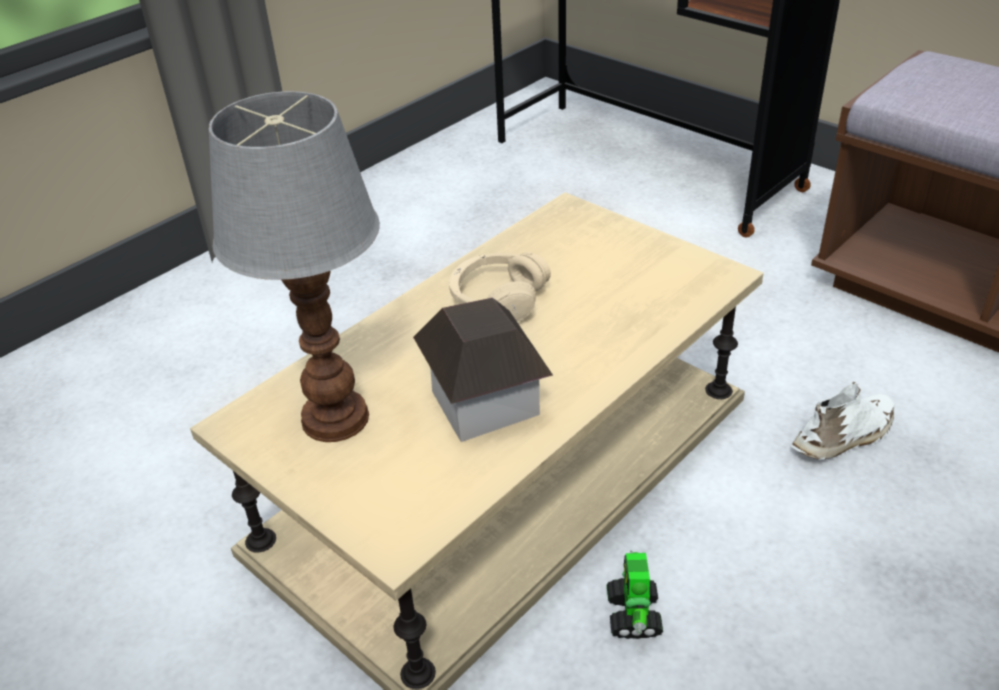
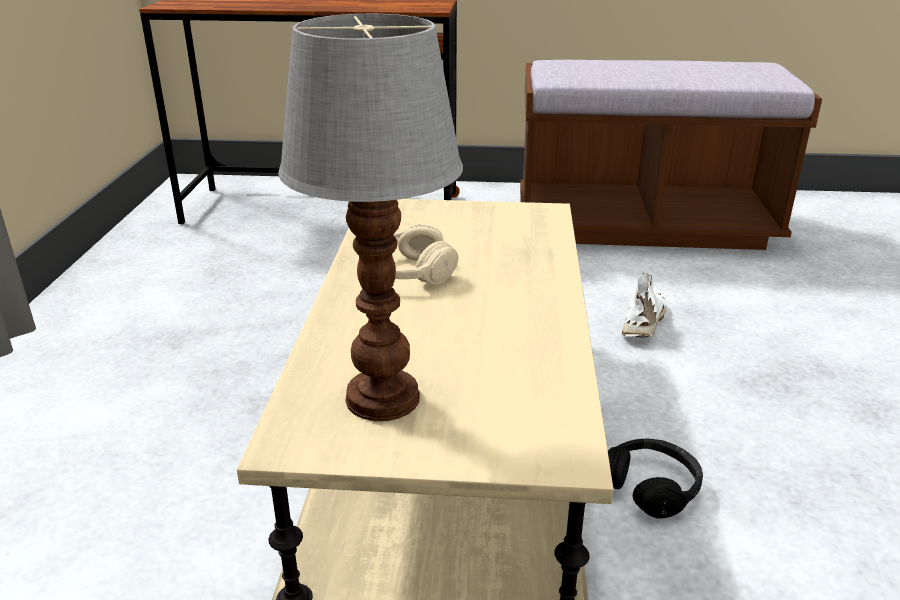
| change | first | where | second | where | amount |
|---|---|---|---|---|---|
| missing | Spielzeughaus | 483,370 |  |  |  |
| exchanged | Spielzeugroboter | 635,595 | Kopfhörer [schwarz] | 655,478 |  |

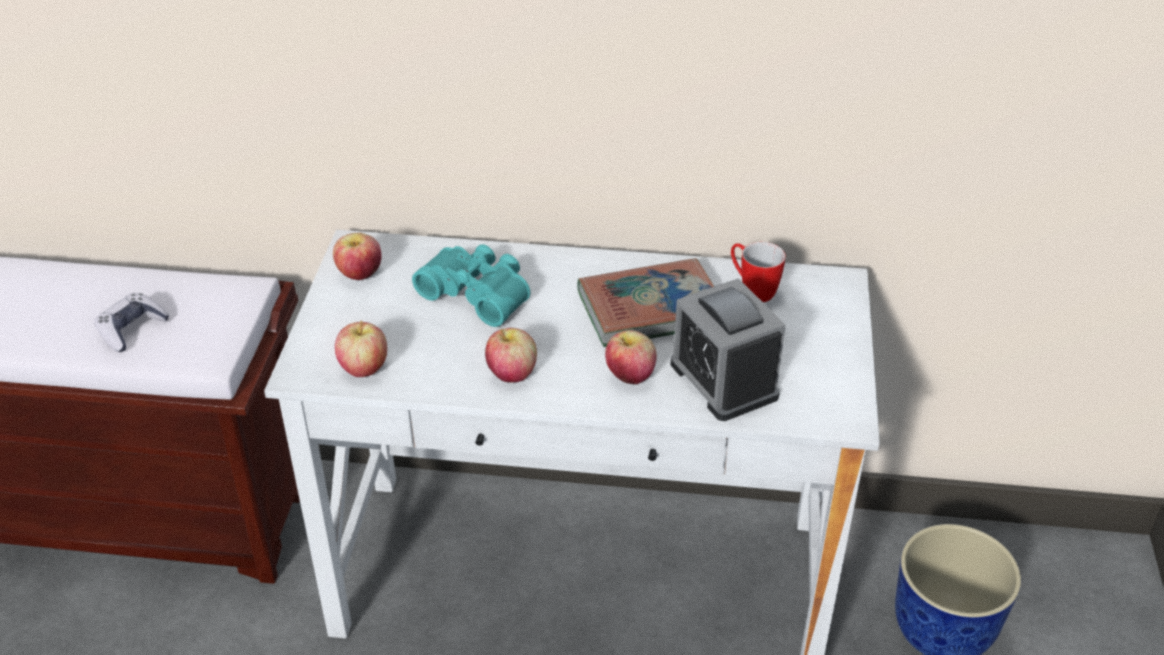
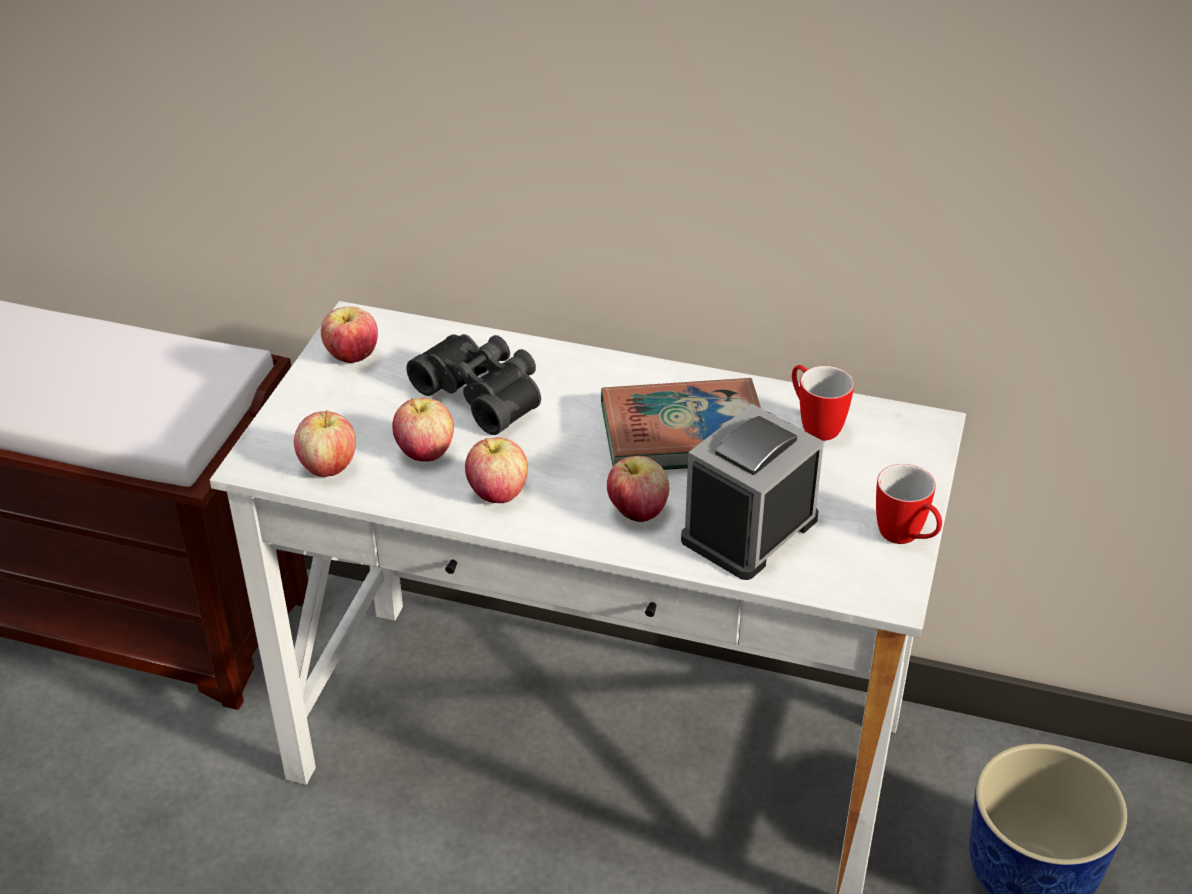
| change | first | where | second | where | amount |
|---|---|---|---|---|---|
| colour | Fernglas [türkis] | 471,285 | Fernglas [schwarz] | 473,384 |  |
| spun | Wecker | 728,349 |  | 752,492 | 60 degrees clockwise |
| missing | Gamepad | 132,322 |  |  |  |
| appeared |  |  | Apfel | 423,430 |  |
| appeared |  |  | Henkelbecher | 909,504 |  |

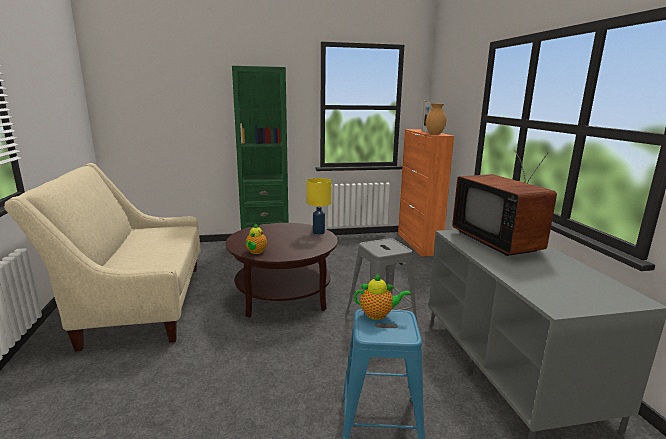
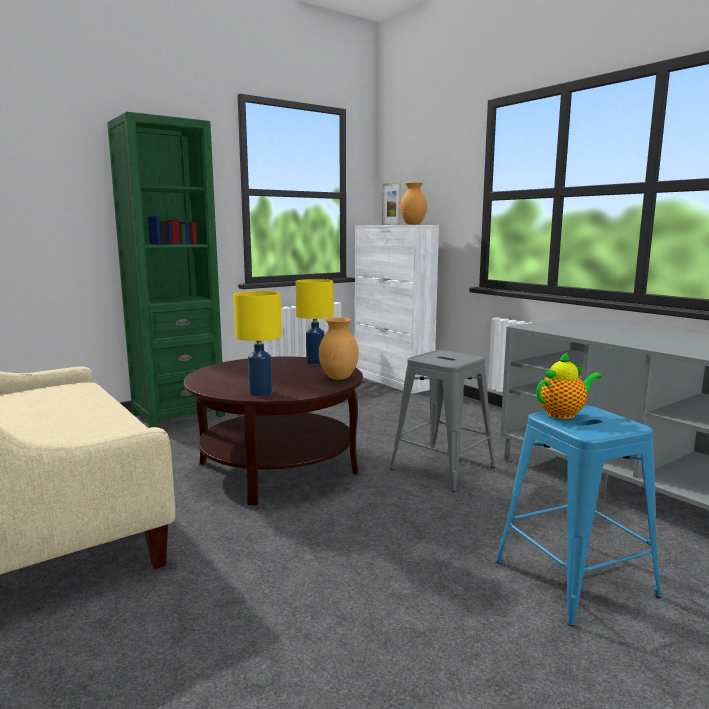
| change | first | where | second | where | amount |
|---|---|---|---|---|---|
| colour | Schrank [orange] | 426,193 | Schrank [weiß] | 397,309 |  |
| missing | Fernseher | 504,203 |  |  |  |
| exchanged | Teekanne | 256,238 | Tischlampe [gelb] | 257,343 |  |
| appeared |  |  | Vase [braun] | 339,349 |  |

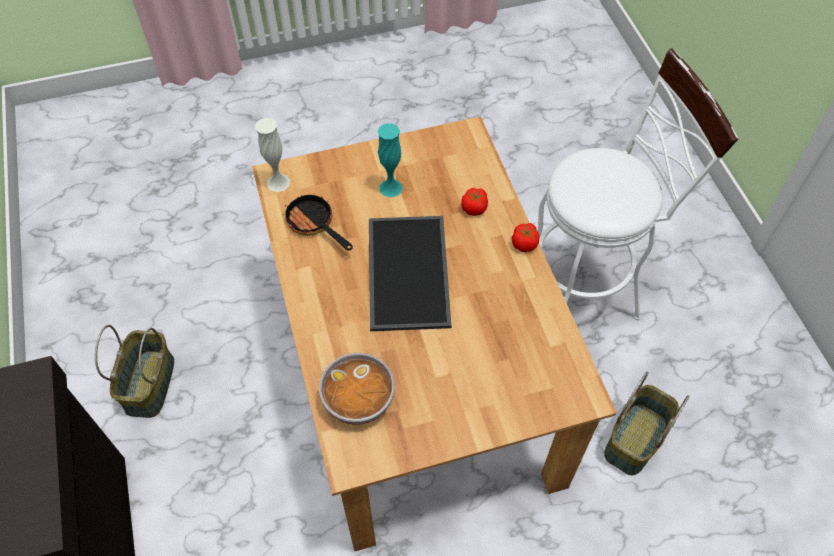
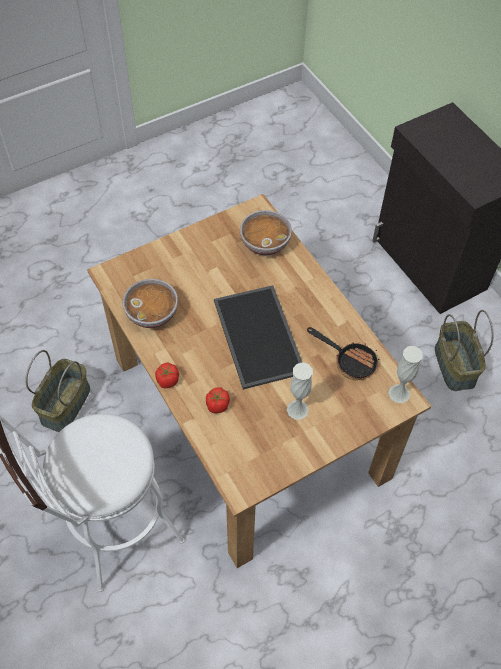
| change | first | where | second | where | amount |
|---|---|---|---|---|---|
| colour | Vase [türkis] | 390,160 | Vase [weiß] | 300,390 |  |
| appeared |  |  | Schüssel | 150,303 |  |

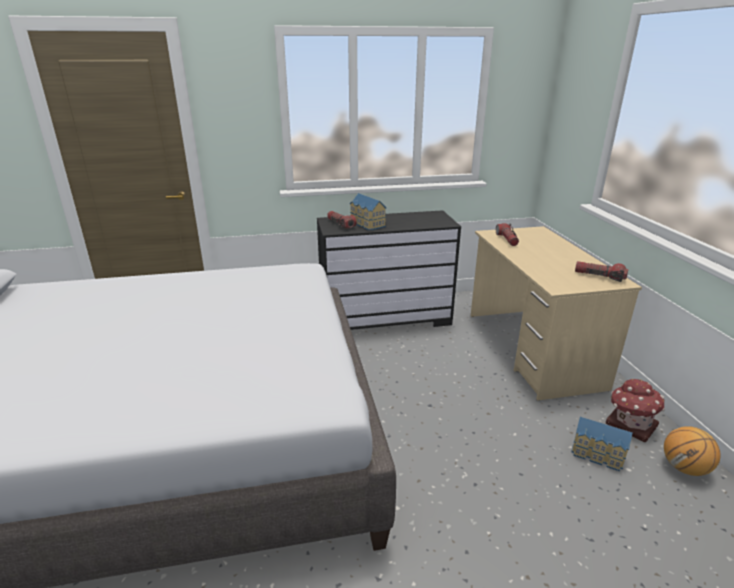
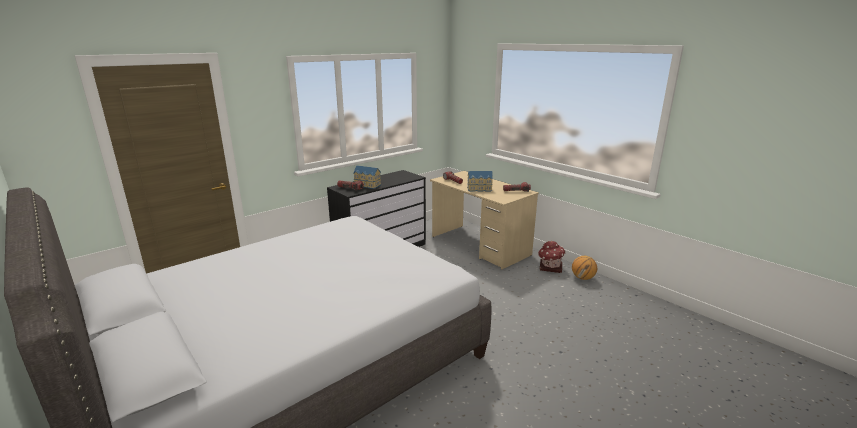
| change | first | where | second | where | amount |
|---|---|---|---|---|---|
| relocated | Spielzeughaus | 602,444 |  | 480,181 |  |

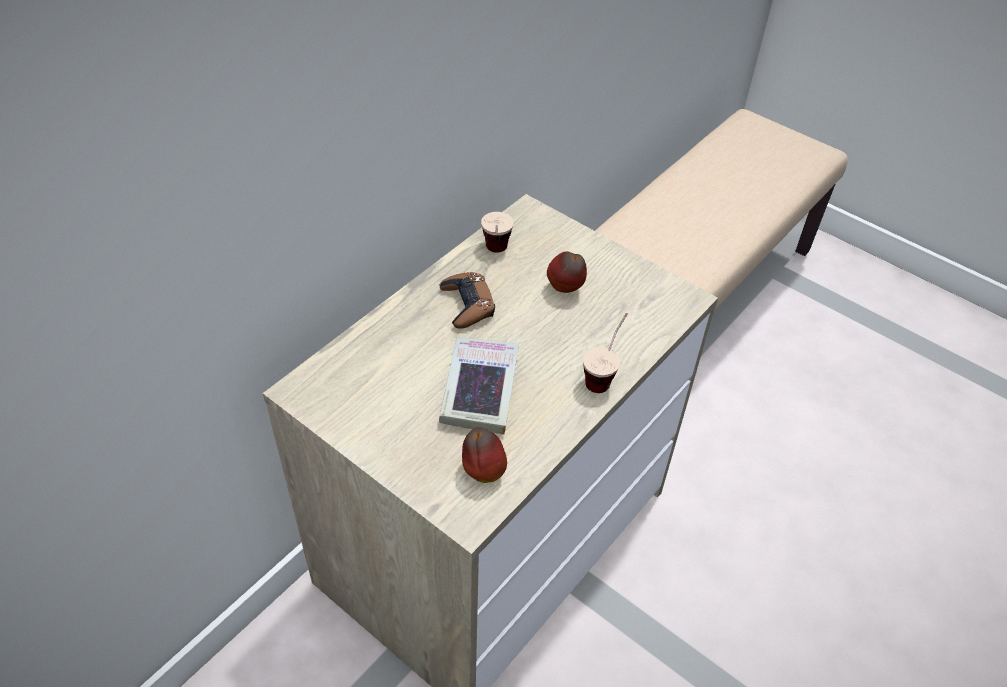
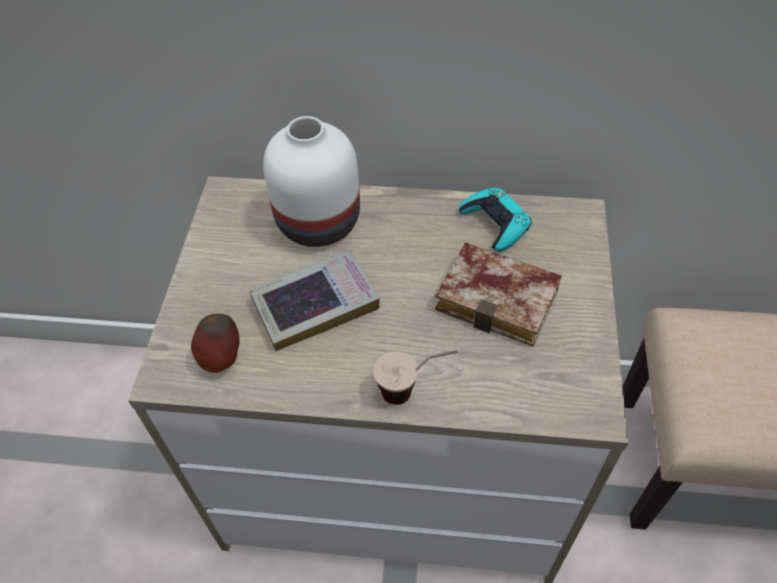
| change | first | where | second | where | amount |
|---|---|---|---|---|---|
| exchanged | Tasse | 497,232 | Gamepad [türkis] | 495,220 |  |
| exchanged | Apfel | 567,272 | Buch | 498,294 |  |
| missing | Gamepad [braun] | 467,300 |  |  |  |
| appeared |  |  | Vase [weiß] | 311,181 |  |

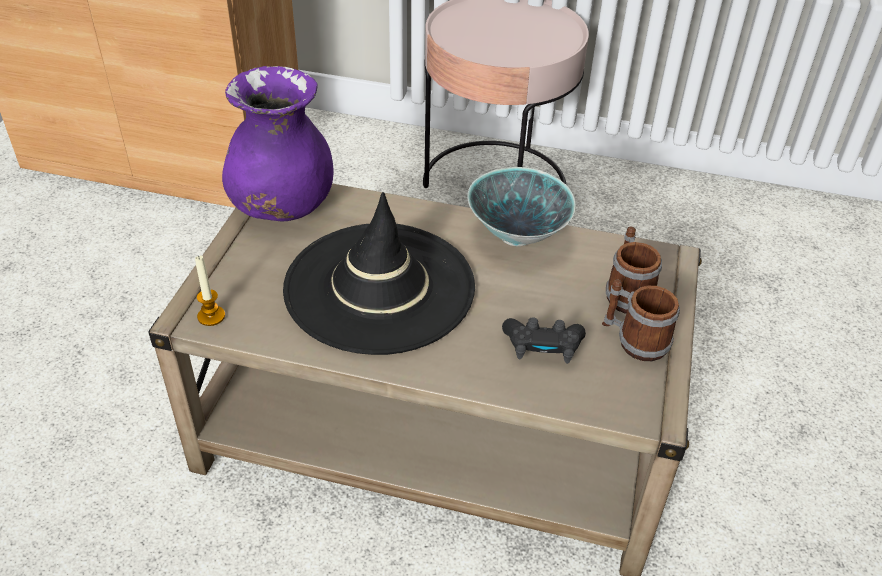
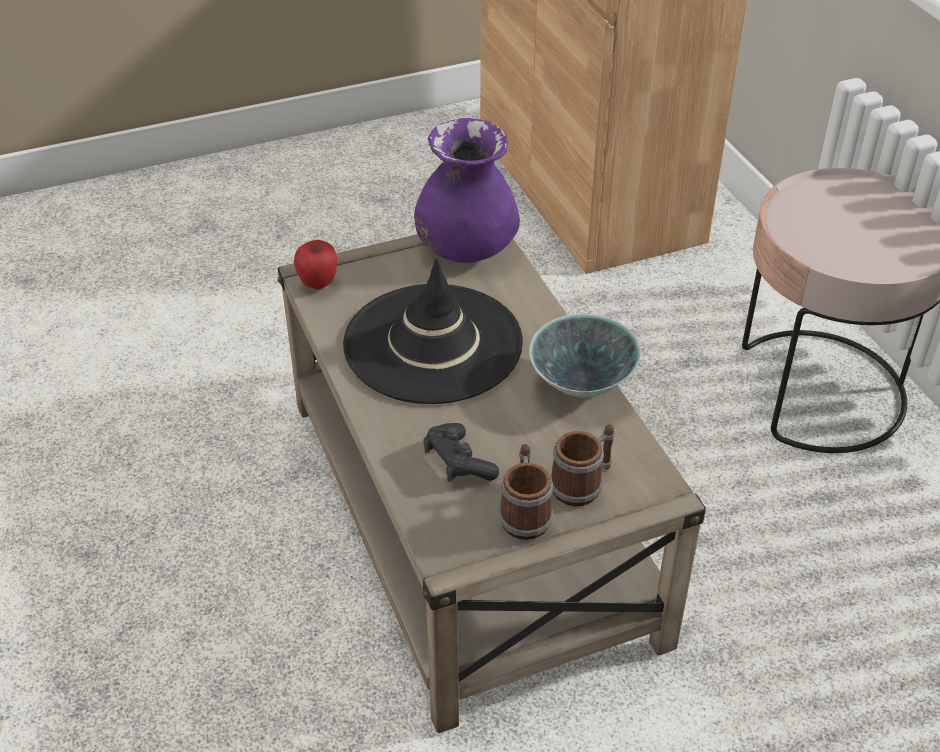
| change | first | where | second | where | amount |
|---|---|---|---|---|---|
| exchanged | Kerze | 210,290 | Apfel | 315,264 |  |

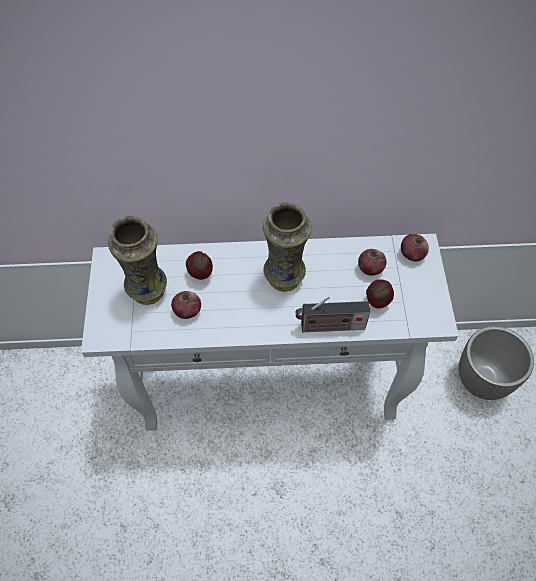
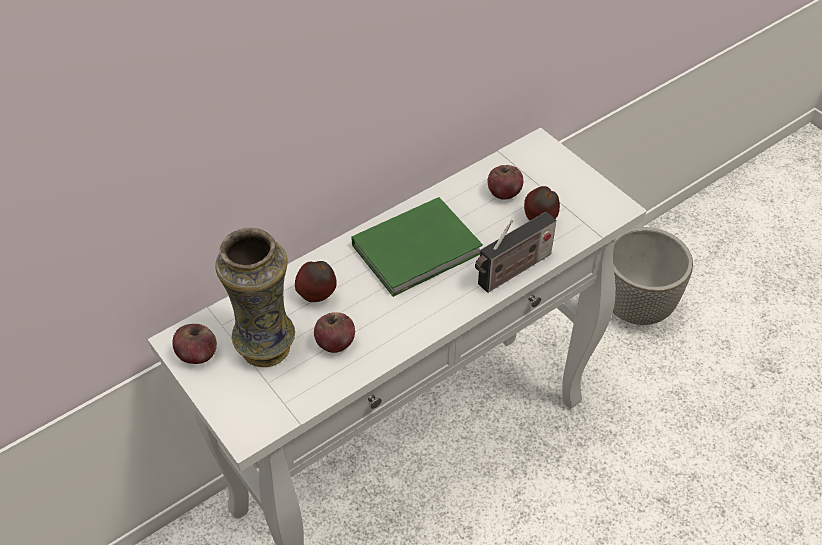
| change | first | where | second | where | amount |
|---|---|---|---|---|---|
| exchanged | Vase | 287,247 | Buch [grün] | 417,247 |  |
| relocated | Apfel | 415,247 |  | 194,344 |  |

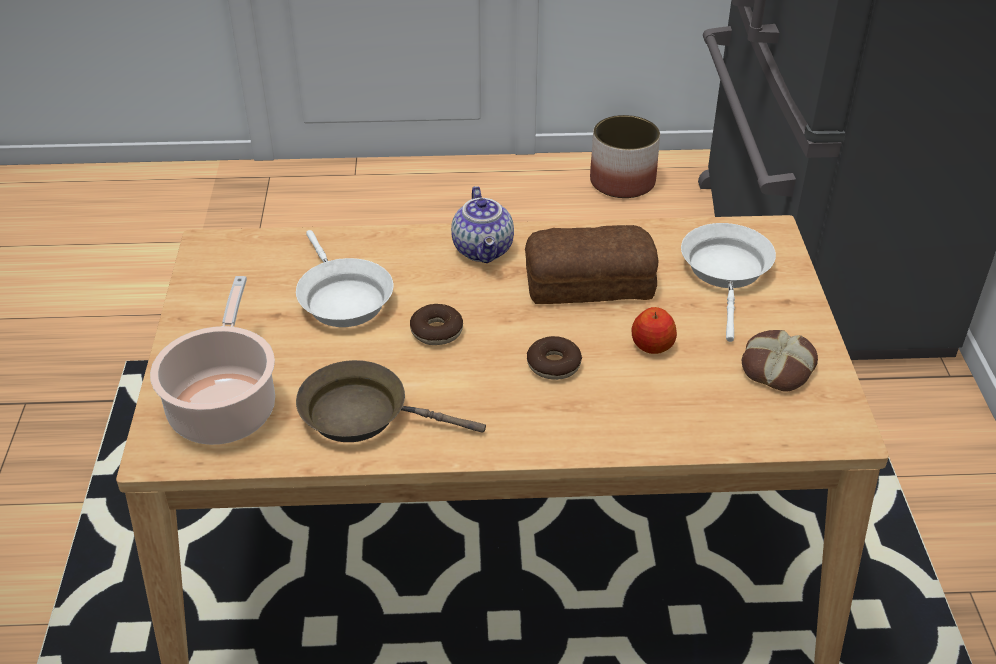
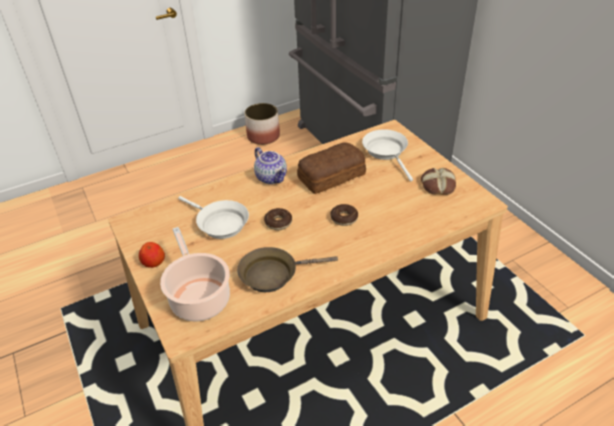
| change | first | where | second | where | amount |
|---|---|---|---|---|---|
| relocated | Apfel | 654,330 |  | 152,255 |  |

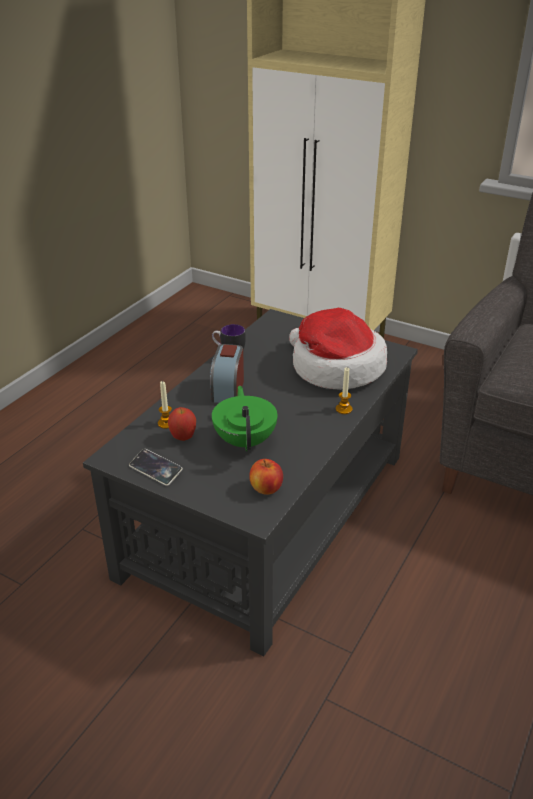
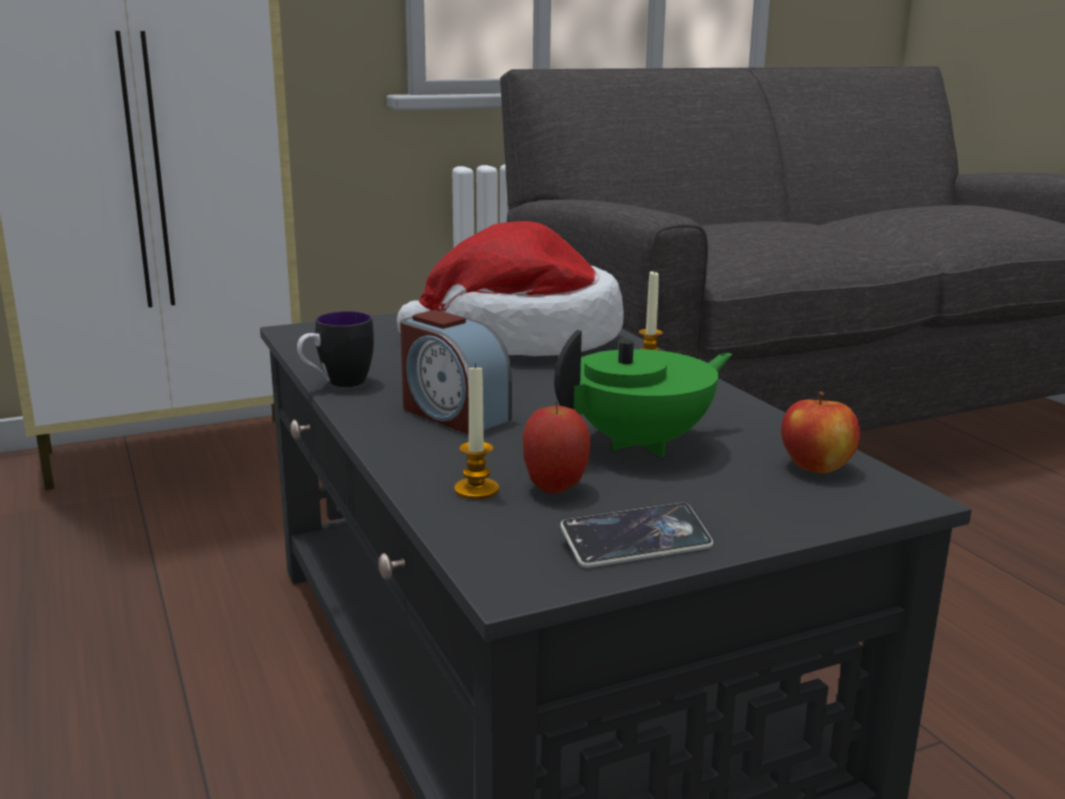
| change | first | where | second | where | amount |
|---|---|---|---|---|---|
| spun | Teekanne [grün] | 245,418 |  | 643,393 | 120 degrees clockwise |

